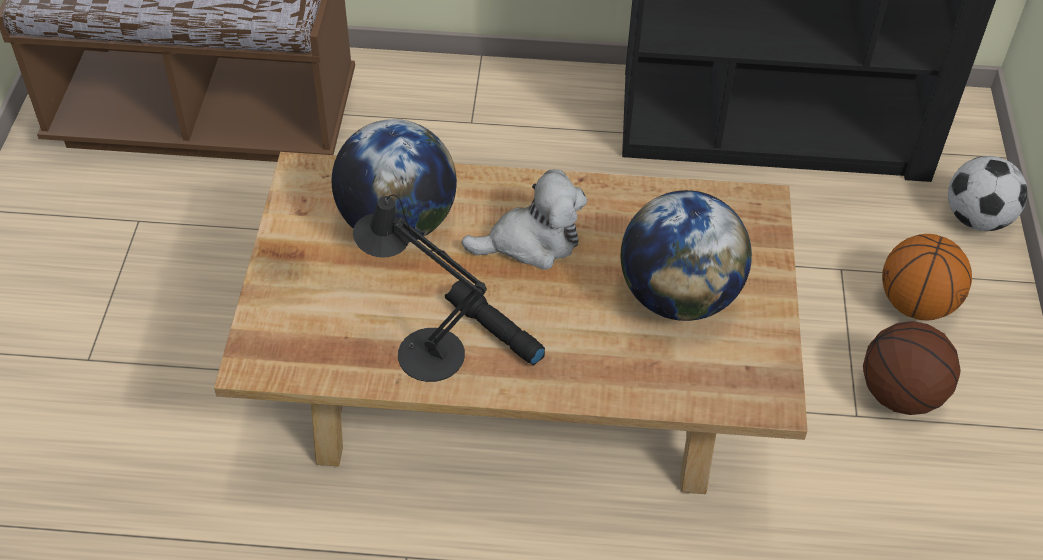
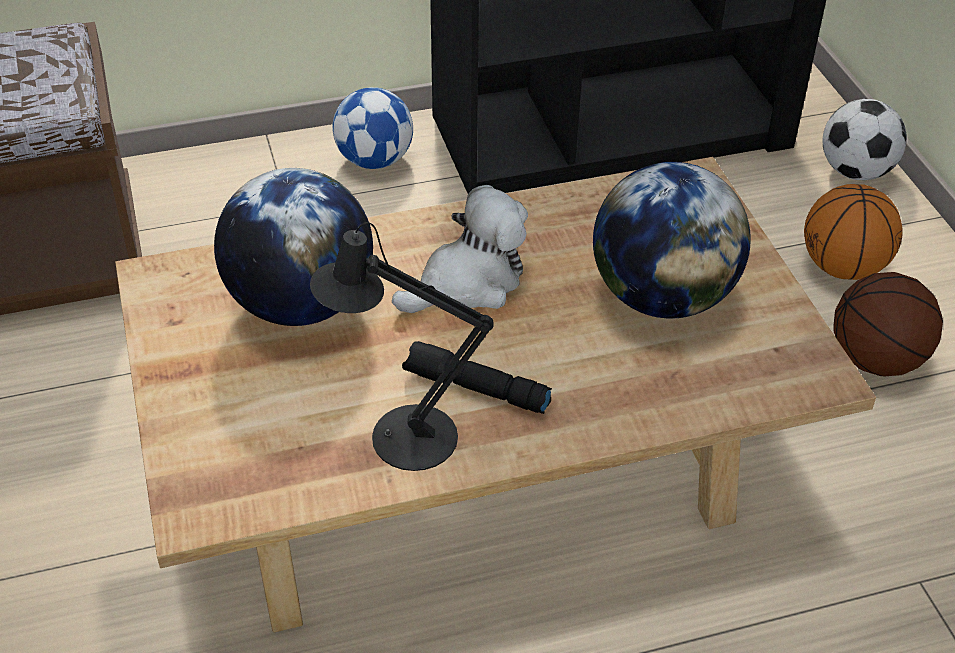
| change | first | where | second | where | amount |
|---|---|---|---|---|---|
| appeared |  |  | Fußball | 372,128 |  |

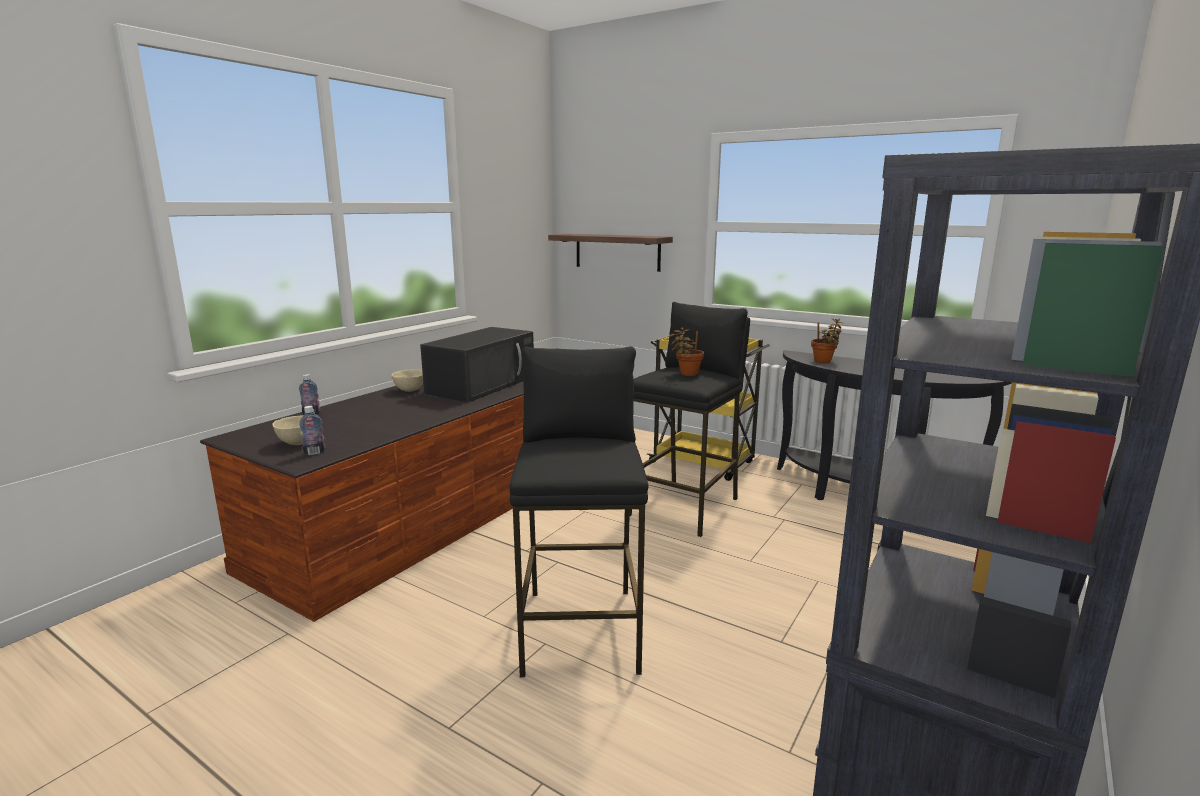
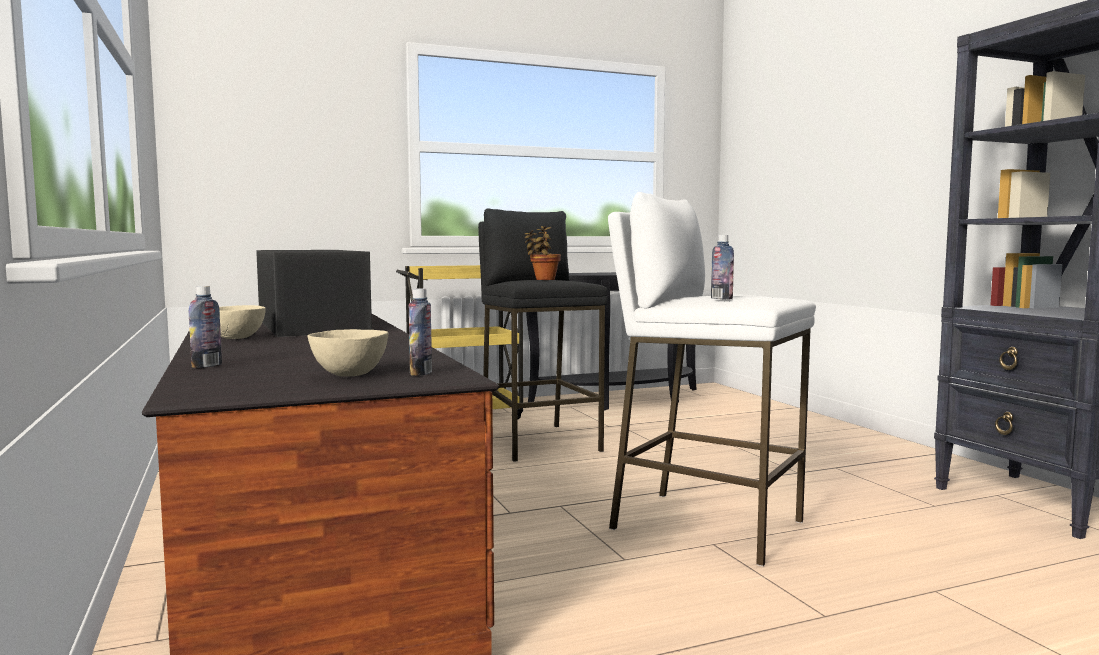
| change | first | where | second | where | amount |
|---|---|---|---|---|---|
| missing | Wandregal | 610,253 |  |  |  |
| missing | Topfpflanze | 827,341 |  |  |  |
| colour | Hocker [schwarz] | 579,512 | Hocker [weiß] | 712,379 |  |
| appeared |  |  | Flasche | 722,267 |  |

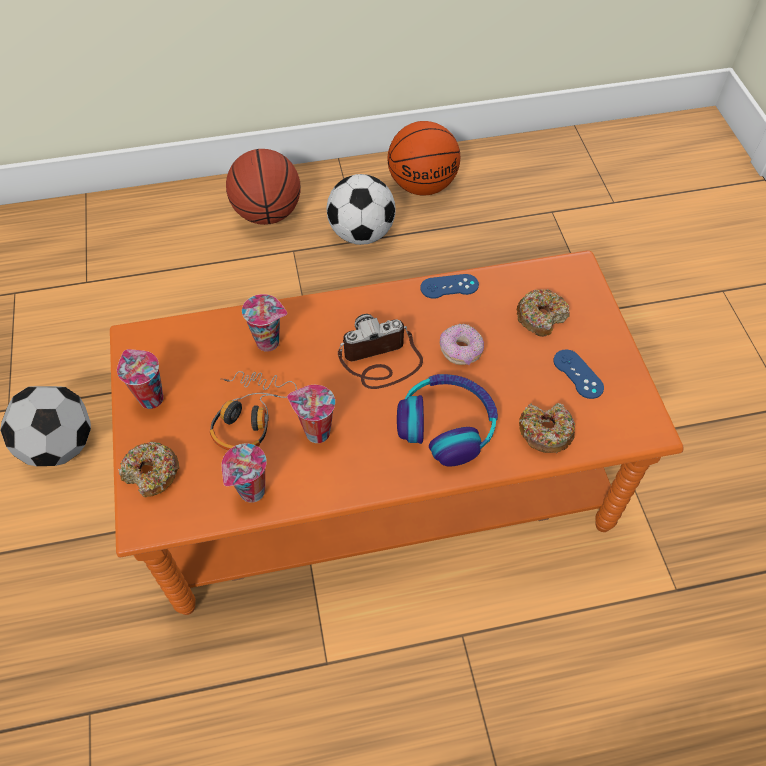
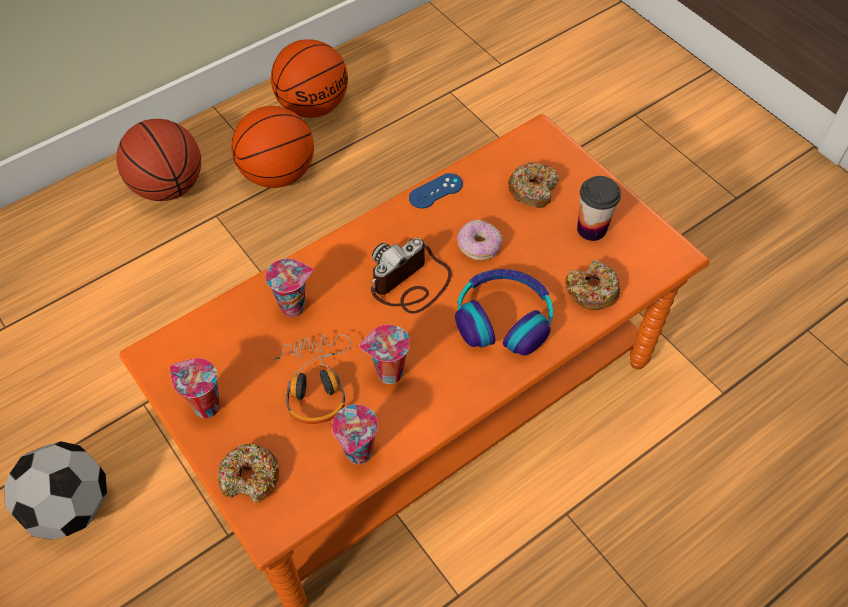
| change | first | where | second | where | amount |
|---|---|---|---|---|---|
| exchanged | Fußball | 361,209 | Basketball | 272,147 |  |
| exchanged | Gamepad [blau] | 578,374 | Tasse | 599,208 |  |

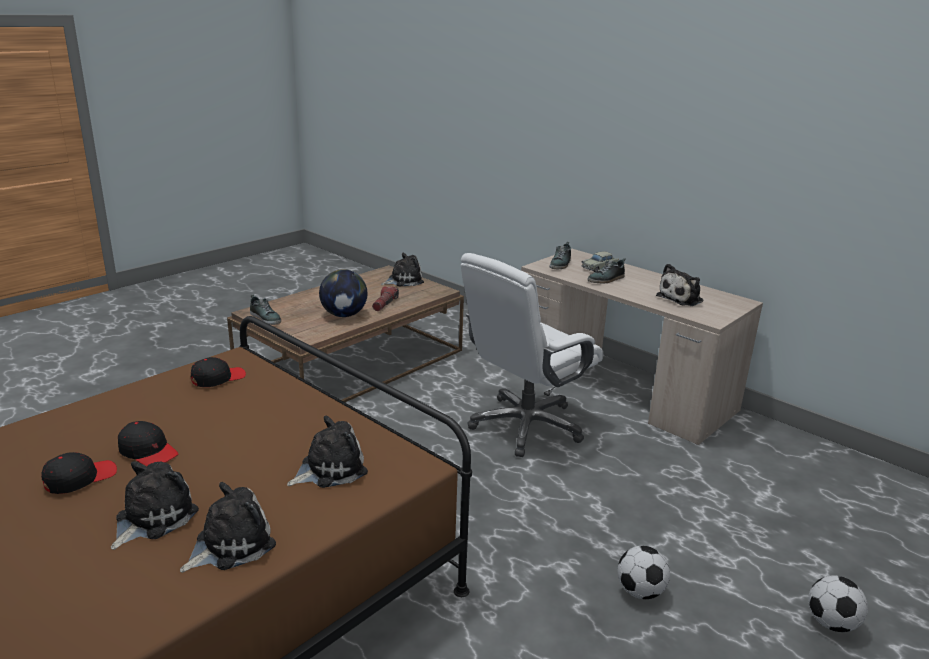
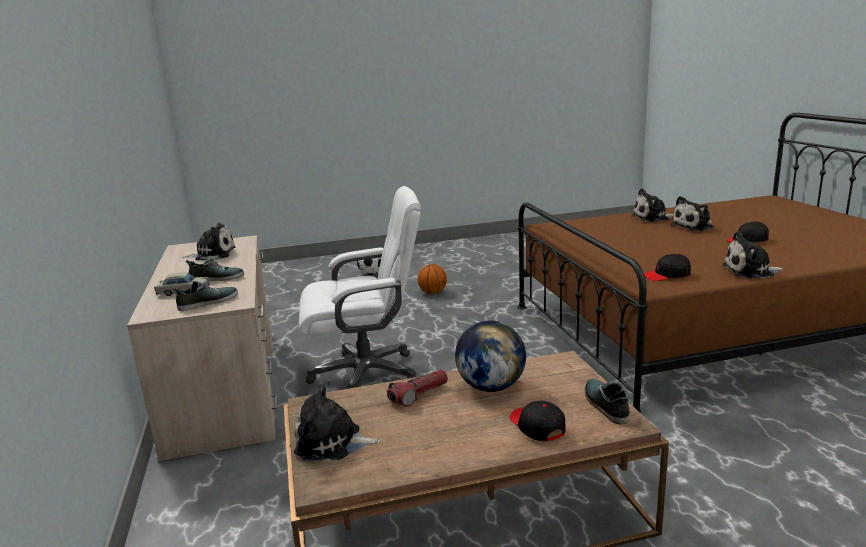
| change | first | where | second | where | amount |
|---|---|---|---|---|---|
| relocated | Plüschtier | 327,451 |  | 753,254 |  |
| relocated | Kappe [schwarz] | 148,443 |  | 537,420 |  |
| exchanged | Fußball | 644,572 | Basketball | 432,279 |  |

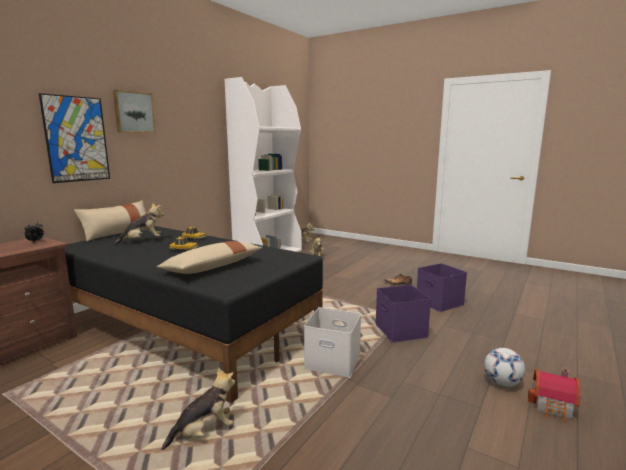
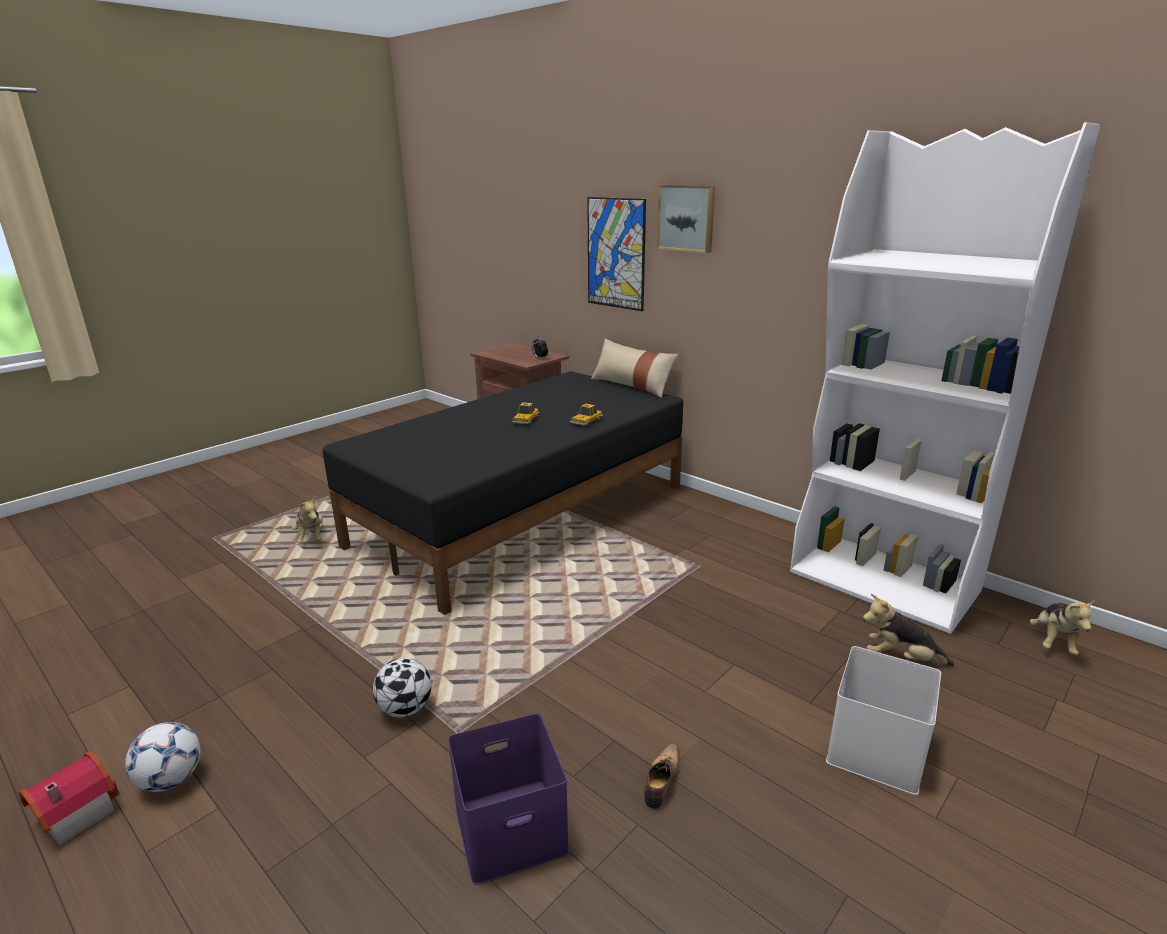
| change | first | where | second | where | amount |
|---|---|---|---|---|---|
| missing | Plüschtier | 139,224 |  |  |  |
| missing | Kissen [beige] | 209,257 |  |  |  |
| exchanged | Aufbewahrungsbox [lila] | 403,314 | Fußball | 402,687 |  |
| relocated | Aufbewahrungsbox [weiß] | 332,343 |  | 883,720 |  |

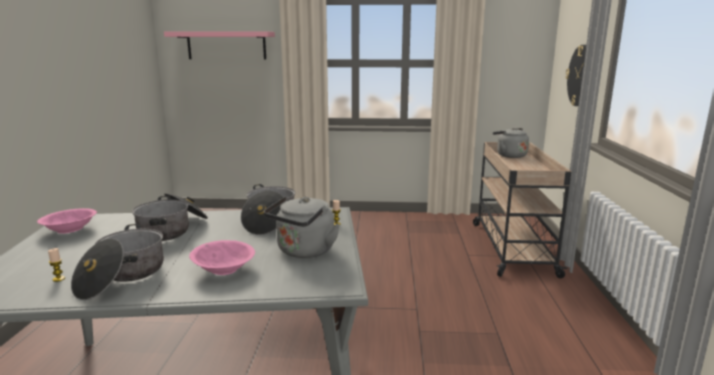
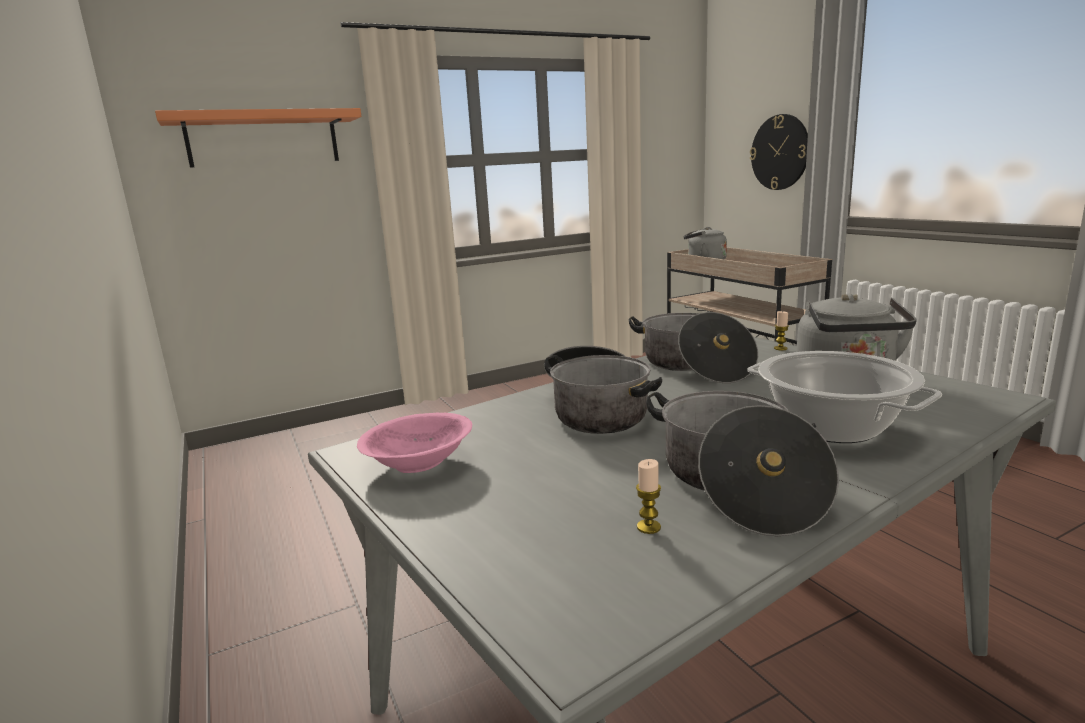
| change | first | where | second | where | amount |
|---|---|---|---|---|---|
| colour | Wandregal [rosa] | 219,45 | Wandregal [orange] | 258,138 |  |
| exchanged | Schüssel [rosa] | 222,257 | Kochtopf | 844,397 |  |

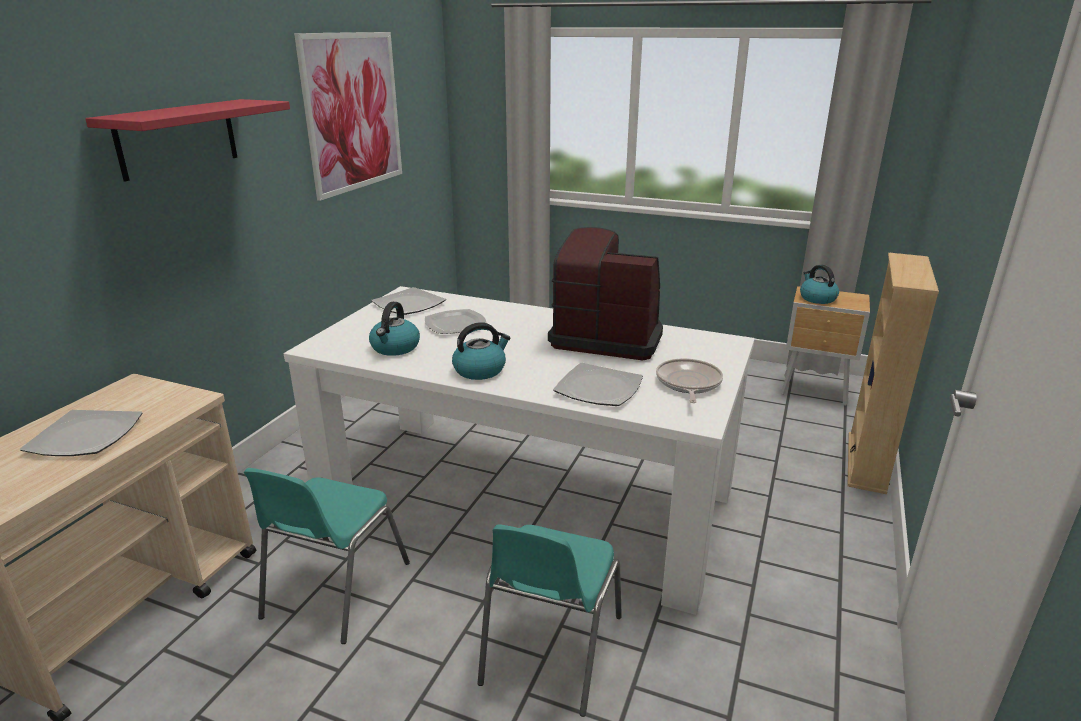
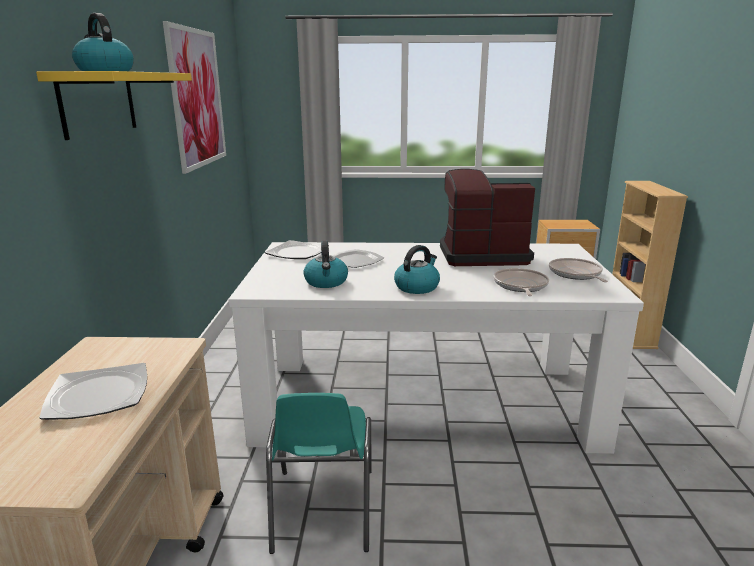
| change | first | where | second | where | amount |
|---|---|---|---|---|---|
| colour | Wandregal [rot] | 187,140 | Wandregal [gelb] | 114,105 |  |
| relocated | Wasserkessel | 819,284 |  | 103,42 |  |
| exchanged | Teller | 598,384 | Pfanne | 521,282 |  |
| missing | Stuhl [türkis] | 550,620 |  |  |  |

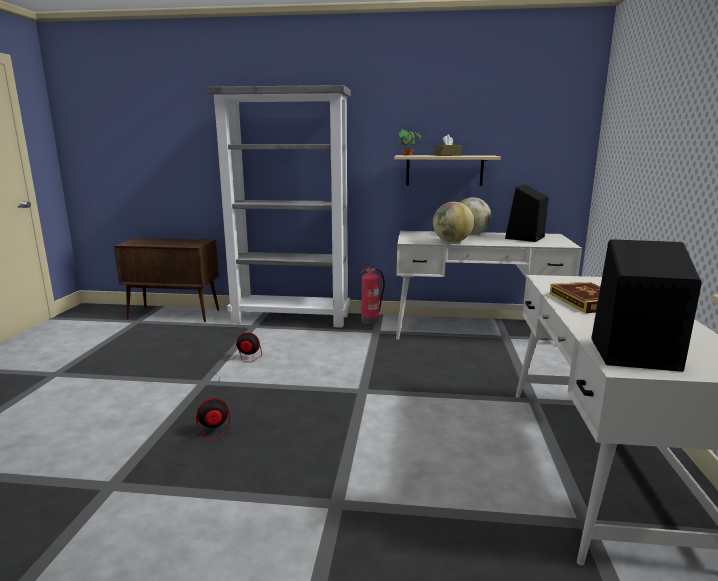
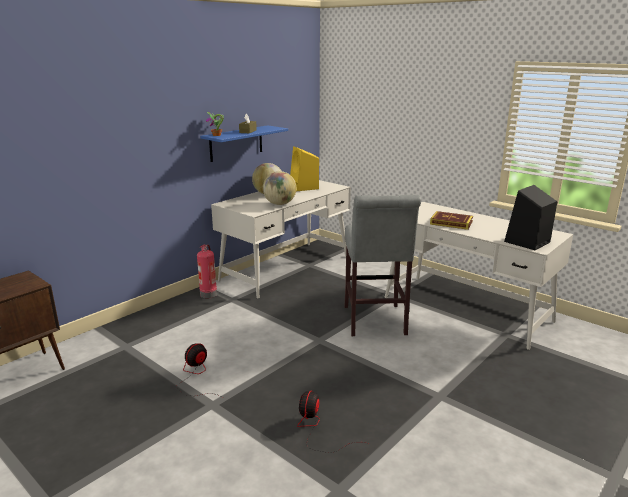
| change | first | where | second | where | amount |
|---|---|---|---|---|---|
| missing | Bücherregal [grau] | 279,206 |  |  |  |
| colour | Wandregal [beige] | 447,170 | Wandregal [blau] | 244,143 |  |
| colour | Lautsprecher [schwarz] | 527,213 | Lautsprecher [gelb] | 304,168 |  |
| appeared |  |  | Hocker [grau] | 383,265 |  |

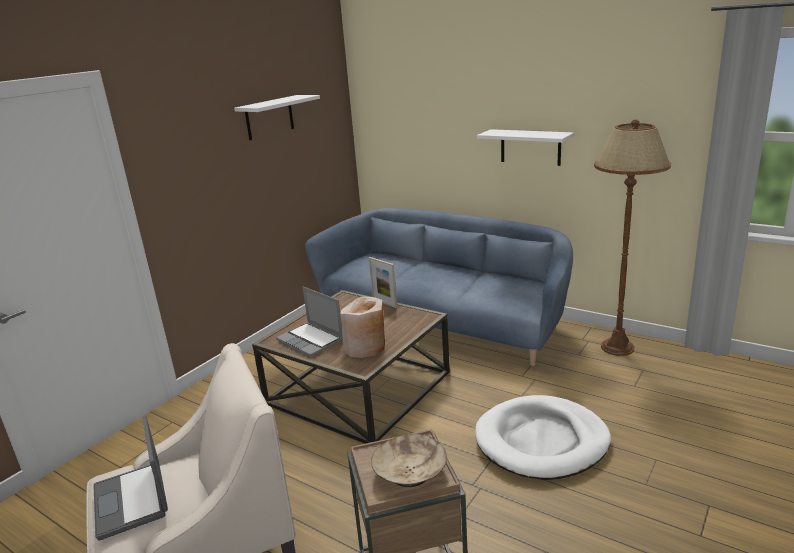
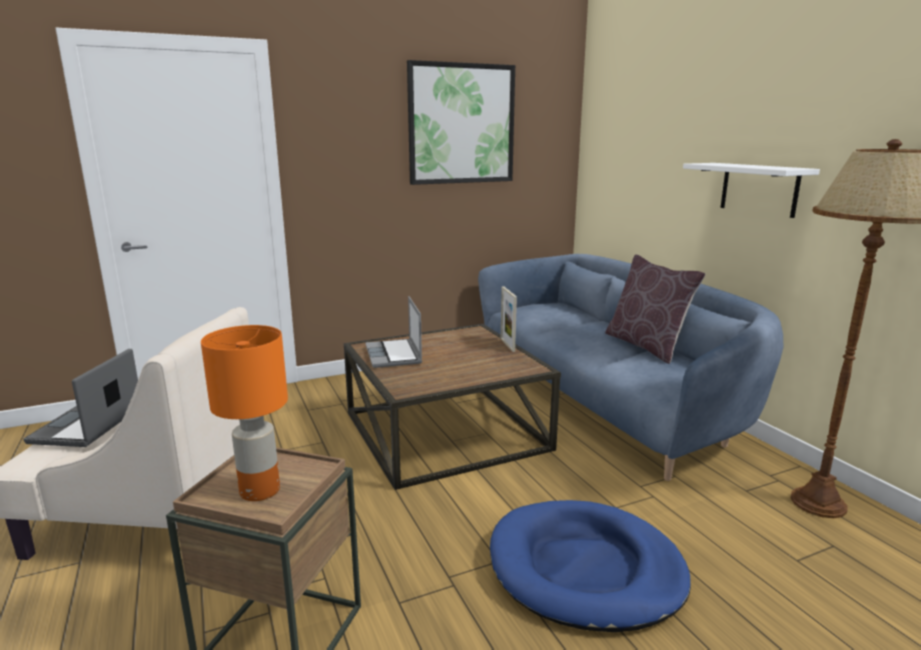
| change | first | where | second | where | amount |
|---|---|---|---|---|---|
| exchanged | Wandregal [weiß] | 277,117 | Bild | 461,122 |  |
| missing | Vase [beige] | 362,327 |  |  |  |
| colour | Hundebett [weiß] | 543,437 | Hundebett [blau] | 590,566 |  |
| exchanged | Schüssel [beige] | 409,460 | Tischlampe [orange] | 244,413 |  |
| appeared |  |  | Kissen [braun] | 655,309 |  |

